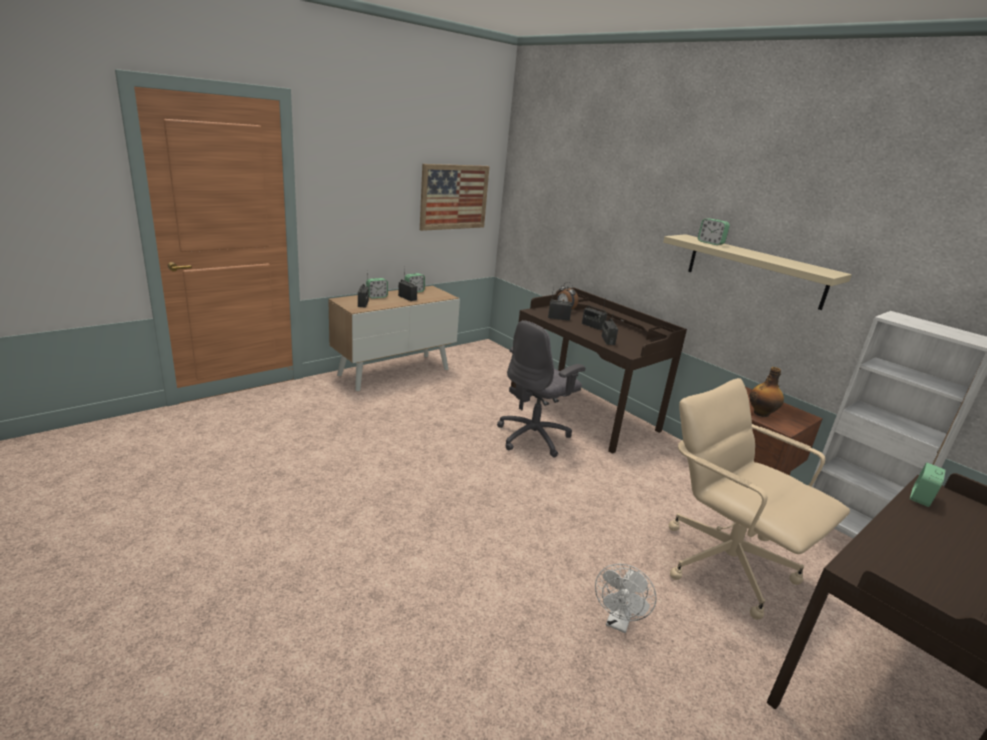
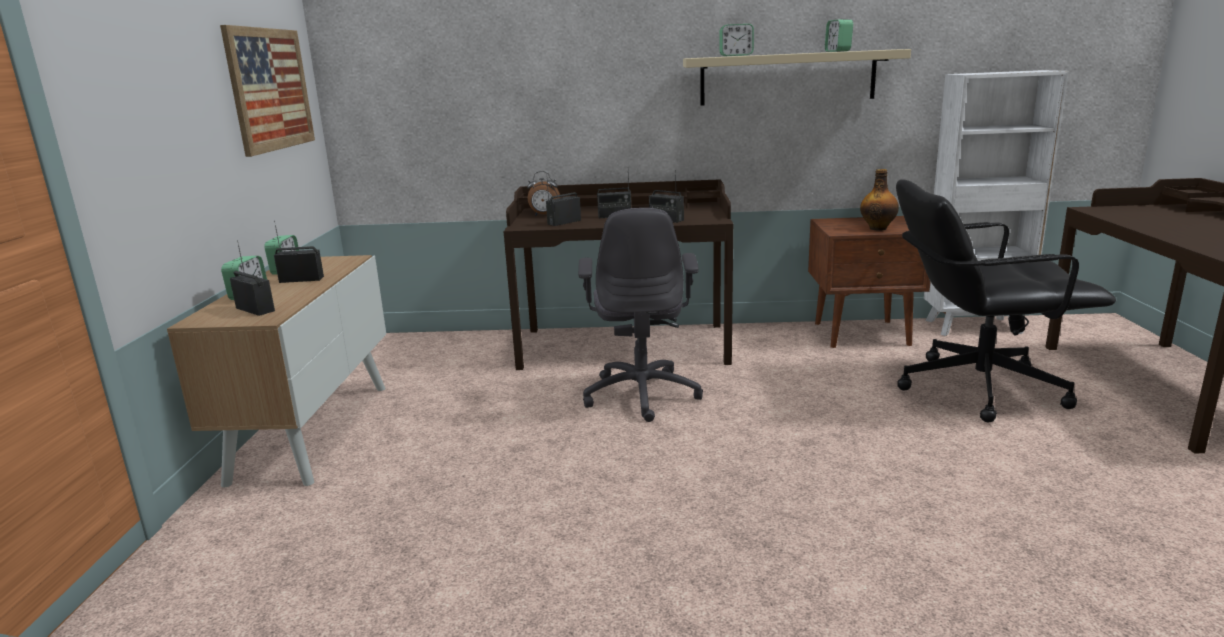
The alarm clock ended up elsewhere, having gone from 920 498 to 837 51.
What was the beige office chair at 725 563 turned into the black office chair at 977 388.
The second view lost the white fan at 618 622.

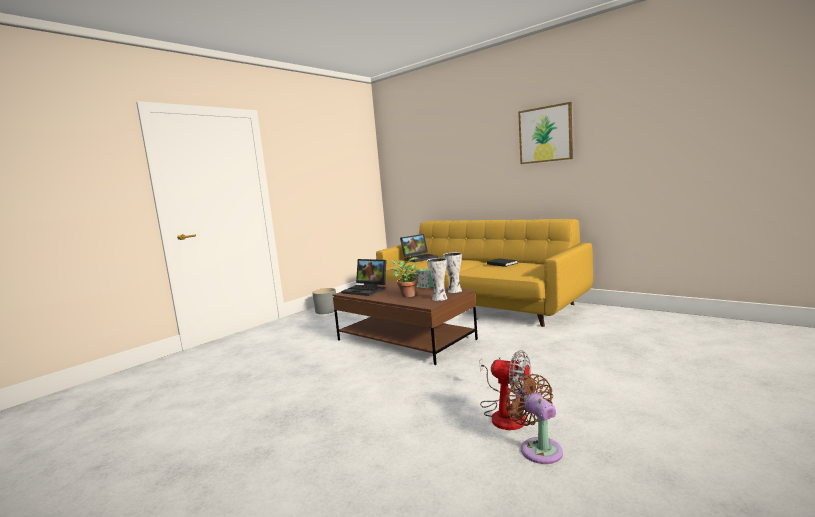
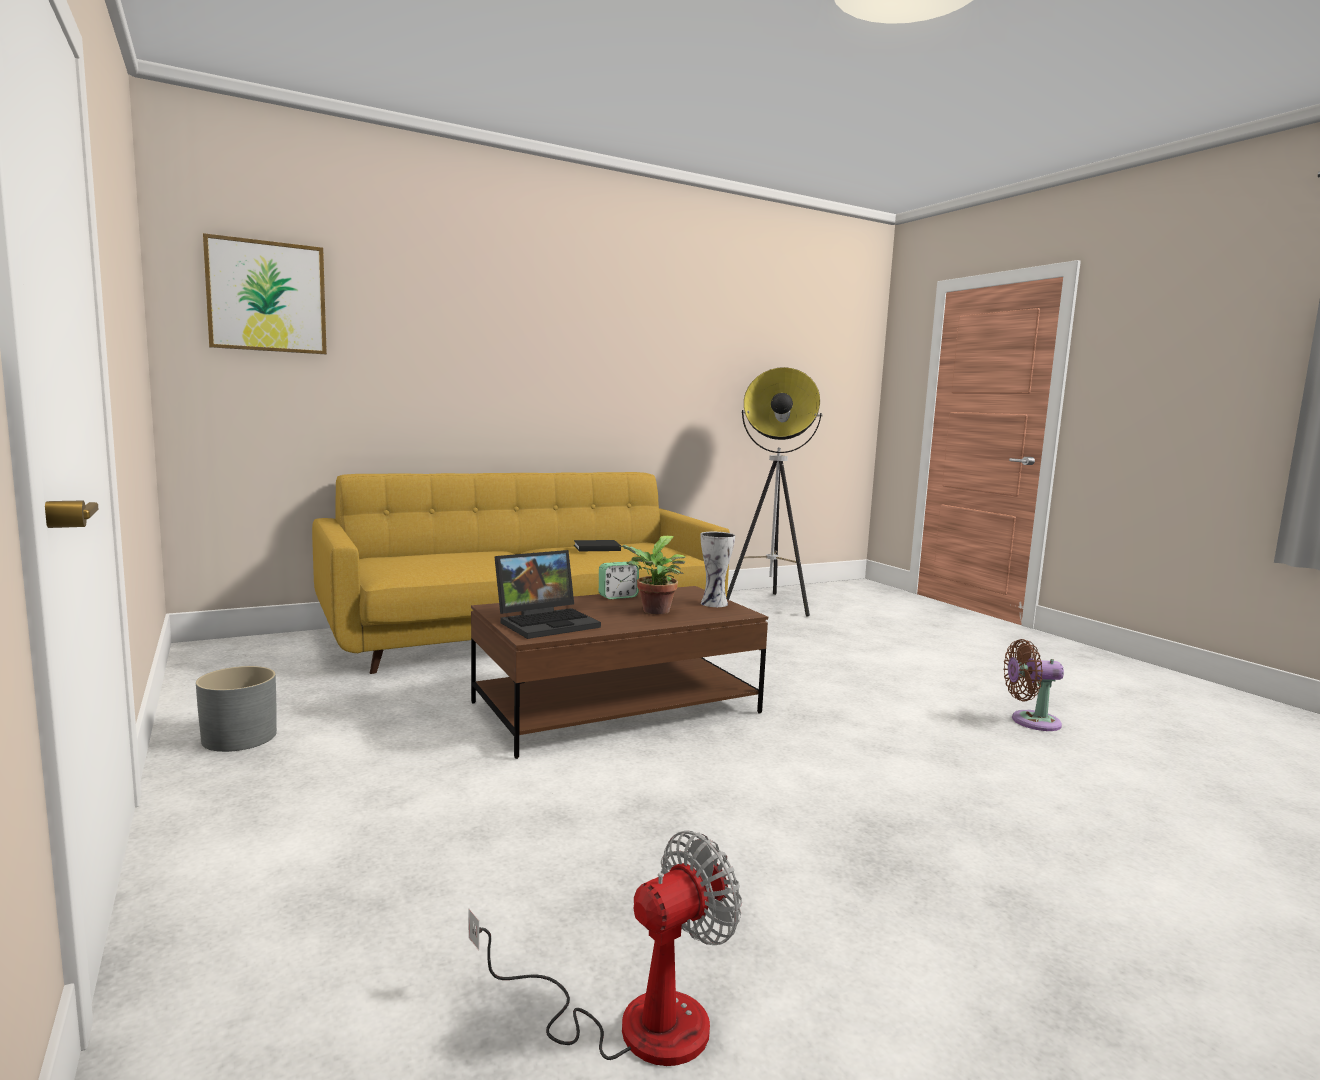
The picture ended up elsewhere, having gone from 545 134 to 267 297.
The fan ended up elsewhere, having gone from 504 414 to 631 1021.
The second view gained the floor lamp at 769 605.
The second view lost the laptop at 420 258.
The second view lost the vase at 455 291.

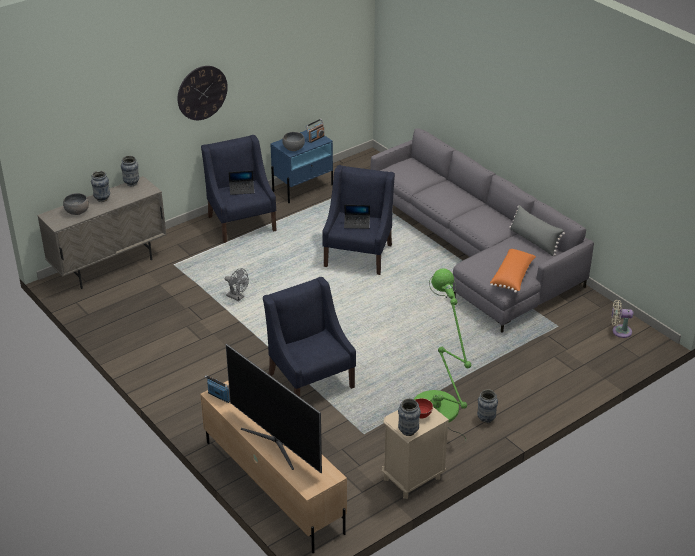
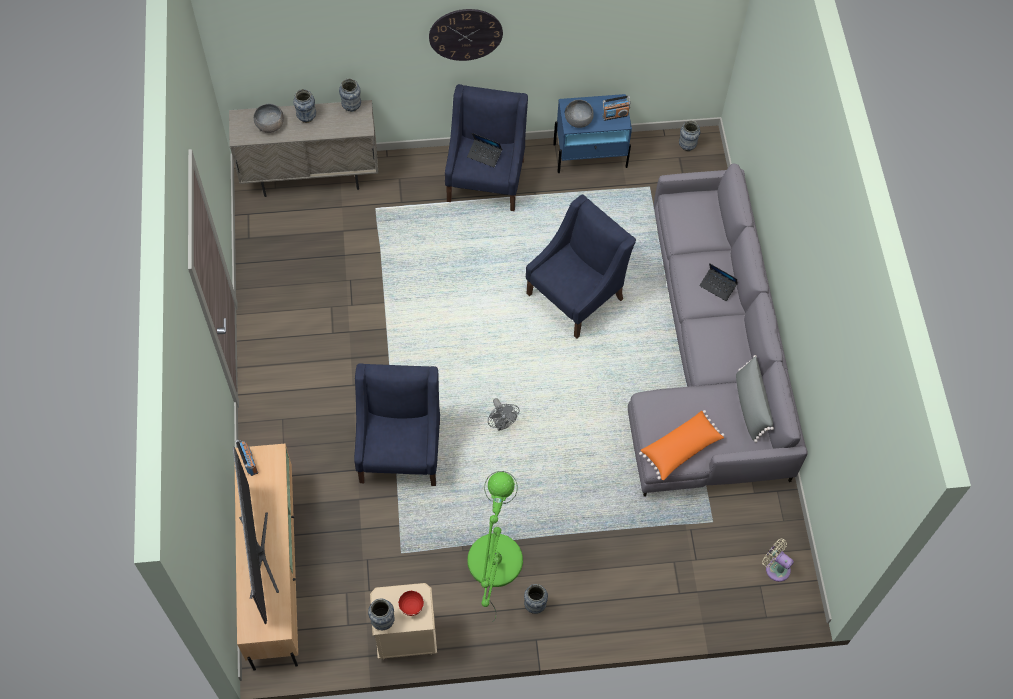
The grey fan ended up elsewhere, having gone from 237 297 to 501 424.
The second view gained the vase at 687 146.
The laptop ended up elsewhere, having gone from 357 224 to 718 286.

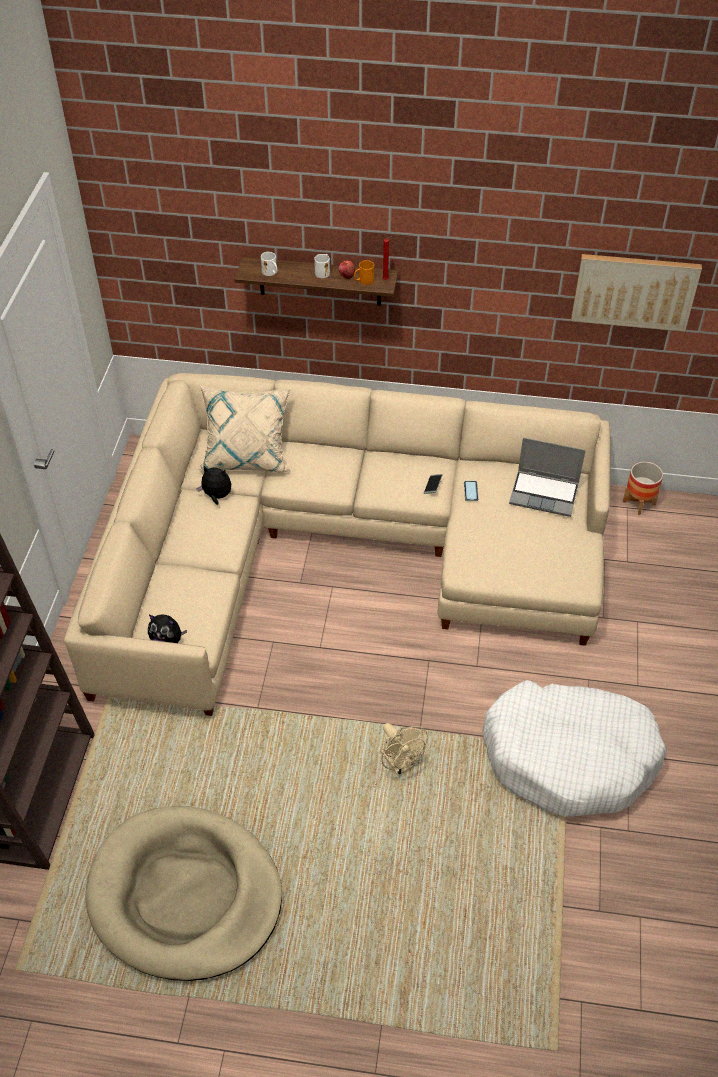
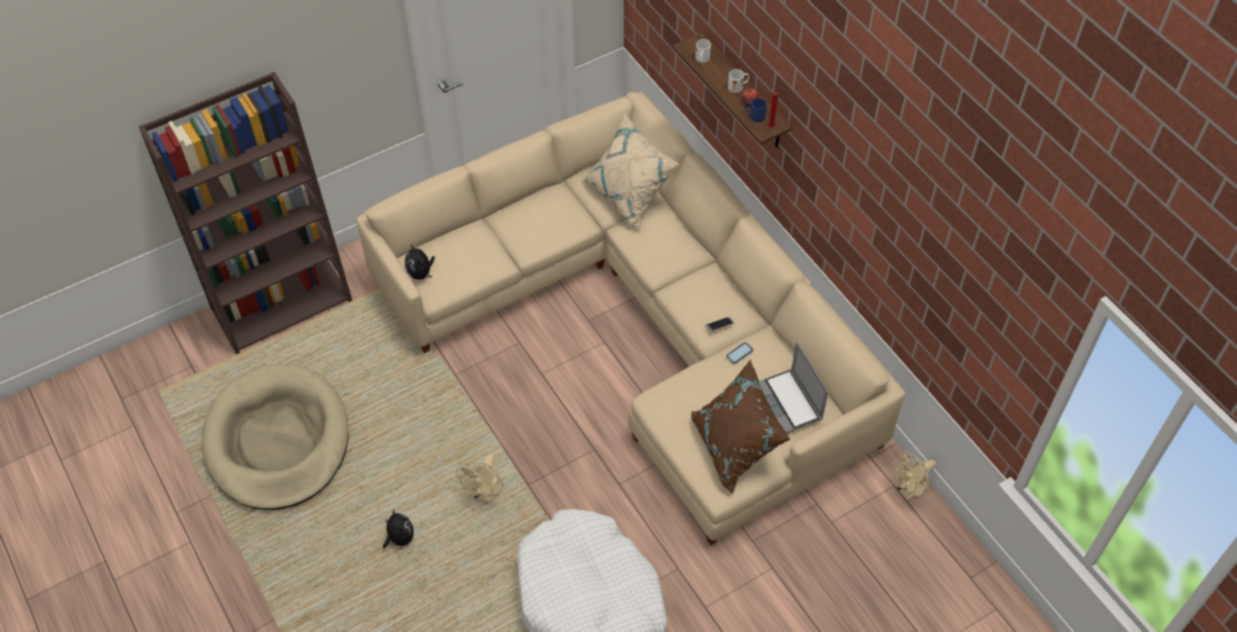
The plush toy ended up elsewhere, having gone from 217 496 to 400 538.
The second view gained the brown pillow at 735 447.
What was the orange mug at 363 281 turned into the blue mug at 754 116.
Where the planter stood at 639 503, the beige fan came to stand at 908 491.
The second view lost the picture at 634 291.

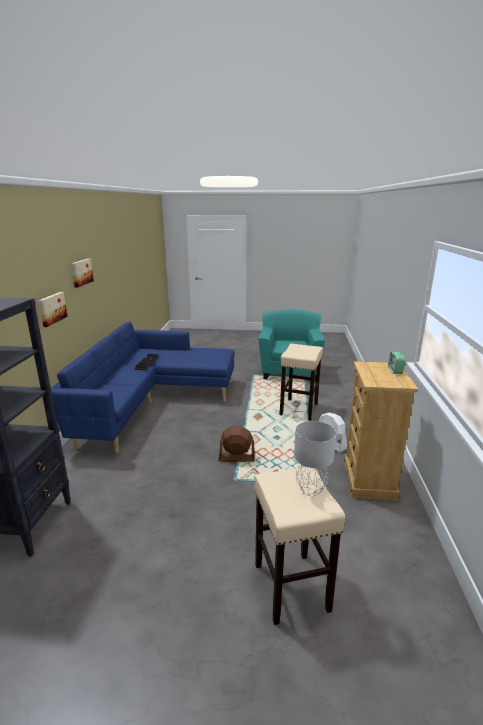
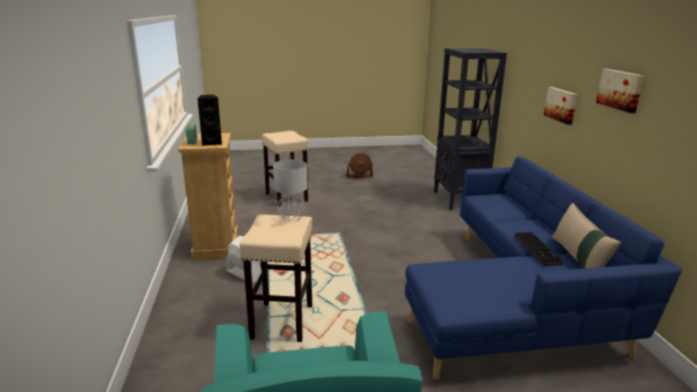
The second view gained the black speaker at 212 143.
The grey table lamp ended up elsewhere, having gone from 311 490 to 291 218.
The brown fan ended up elsewhere, having gone from 236 458 to 359 176.
The second view gained the beige pillow at 578 259.

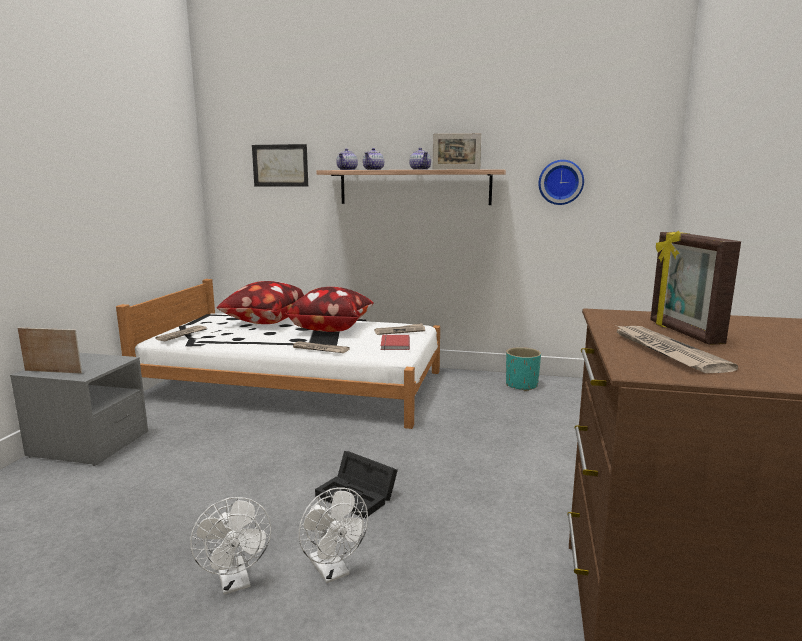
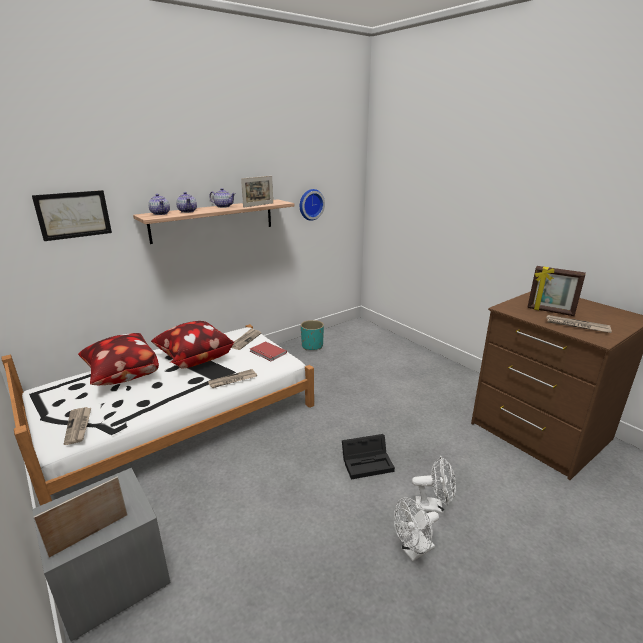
The white fan at 235 582 ended up facing another way, 135 degrees clockwise from before.

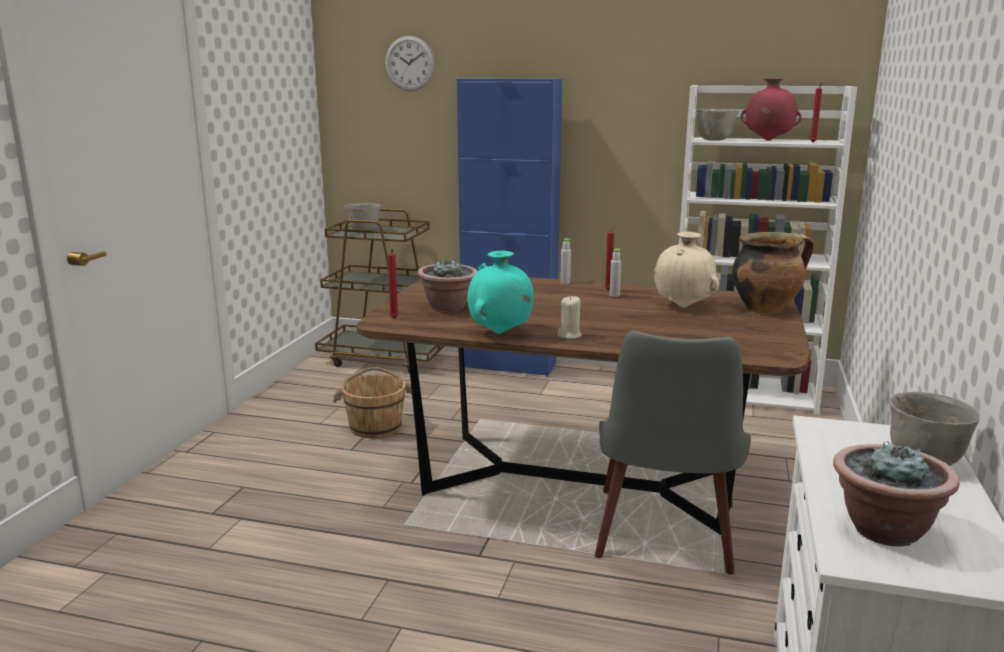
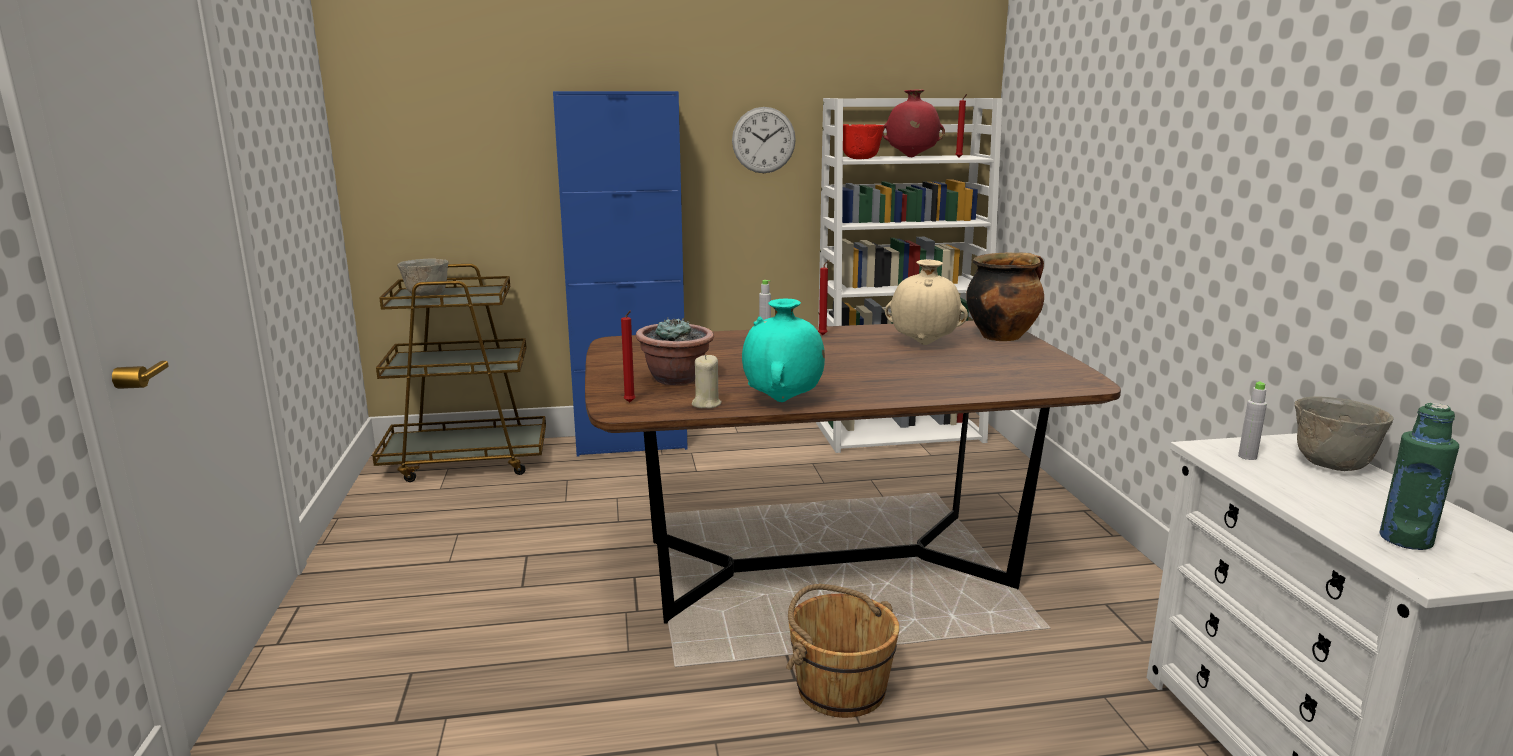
The beige candle ended up elsewhere, having gone from 569 335 to 706 404.
The wall clock ended up elsewhere, having gone from 409 63 to 763 140.
The brown bucket ended up elsewhere, having gone from 376 426 to 840 688.
What was the grey bowl at 714 140 turned into the red bowl at 860 158.
The grey bottle ended up elsewhere, having gone from 614 295 to 1247 457.
Where the potted plant stood at 884 529, the green bottle came to stand at 1405 540.
The second view lost the grey chair at 665 542.

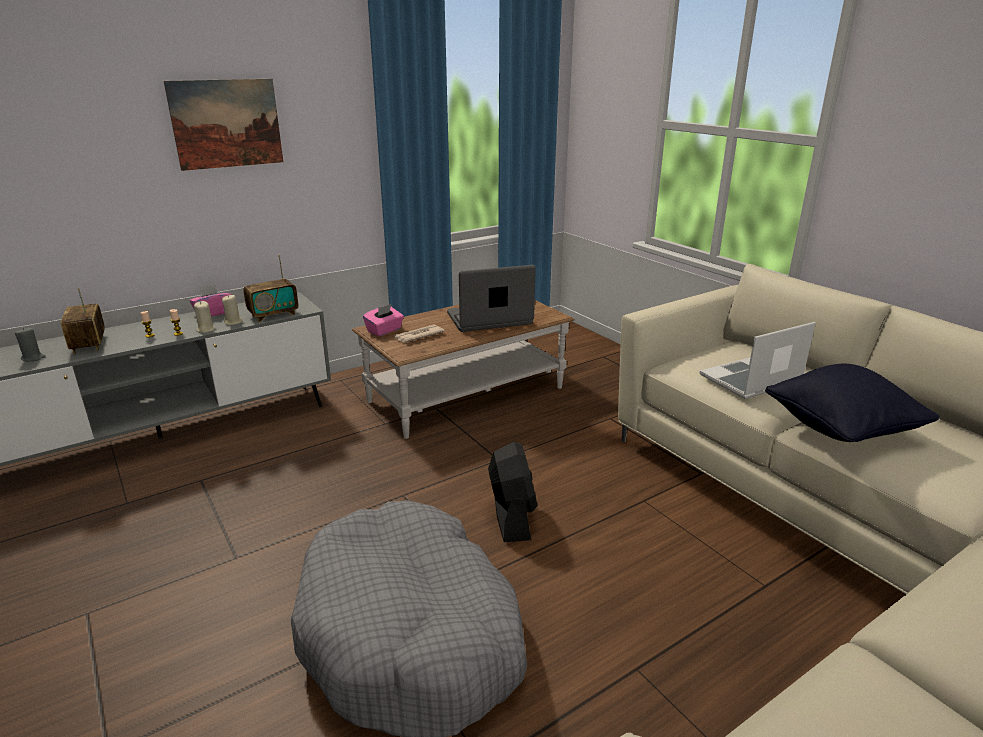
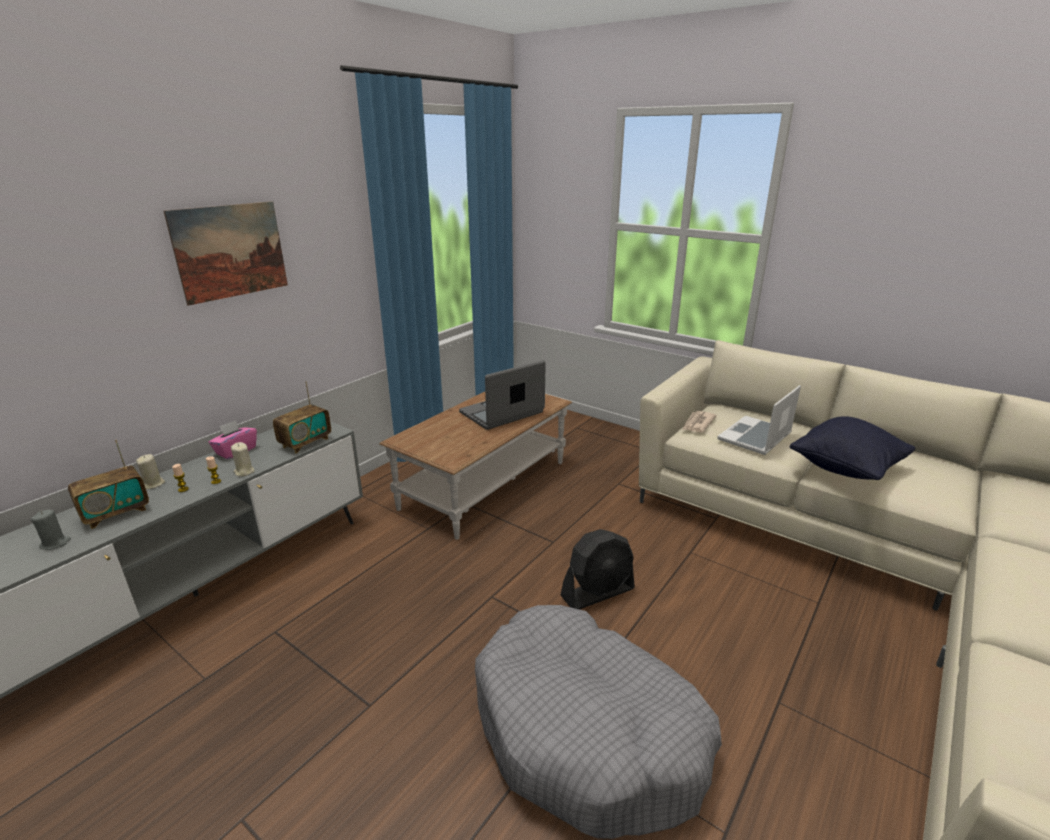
The radio at 89 344 ended up facing another way, 90 degrees counterclockwise from before.
The beige candle ended up elsewhere, having gone from 233 322 to 153 484.
The black fan at 512 516 ended up facing another way, 90 degrees clockwise from before.
The newspaper ended up elsewhere, having gone from 418 336 to 697 423.
The second view lost the pink tissue box at 384 331.

